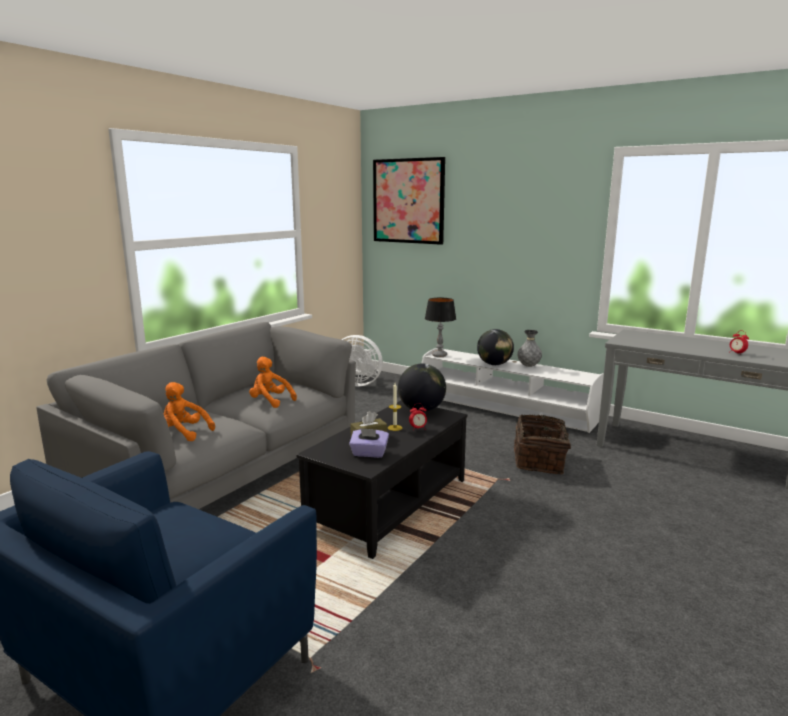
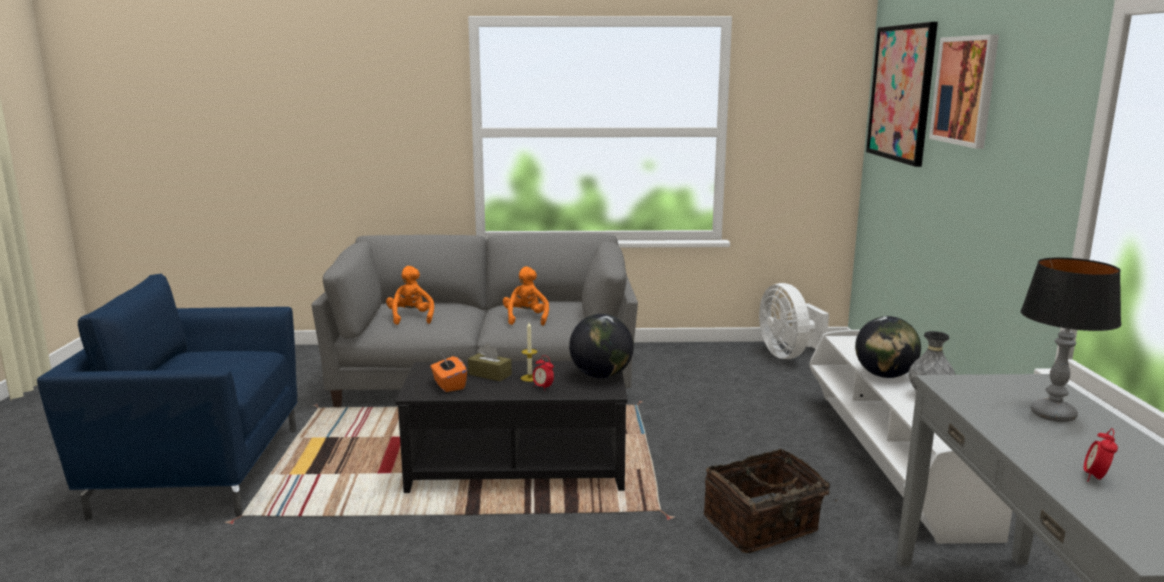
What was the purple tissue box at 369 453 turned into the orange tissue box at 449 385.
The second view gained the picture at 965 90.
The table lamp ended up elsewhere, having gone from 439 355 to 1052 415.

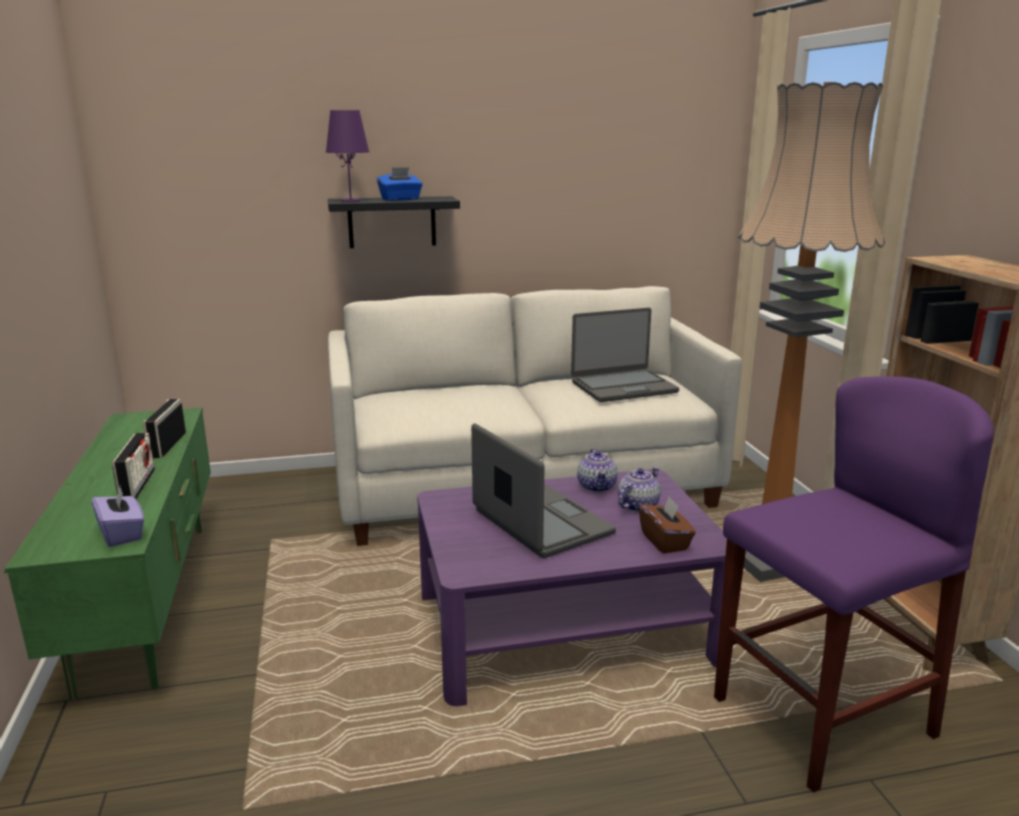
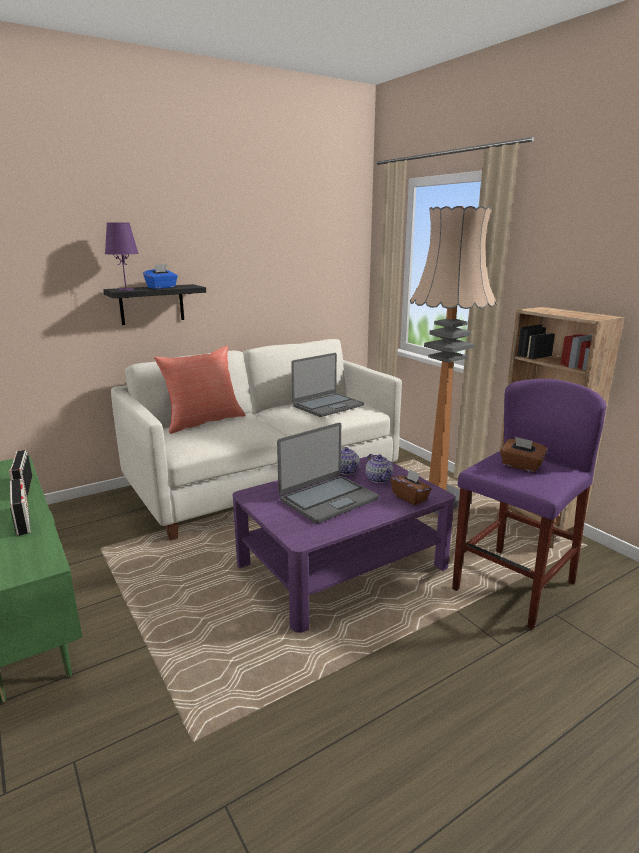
The second view gained the red pillow at 203 421.
The laptop at 540 523 ended up facing another way, 105 degrees clockwise from before.
The teapot at 637 506 ended up facing another way, 135 degrees clockwise from before.
The second view gained the brown tissue box at 521 466.
The second view lost the purple tissue box at 122 534.

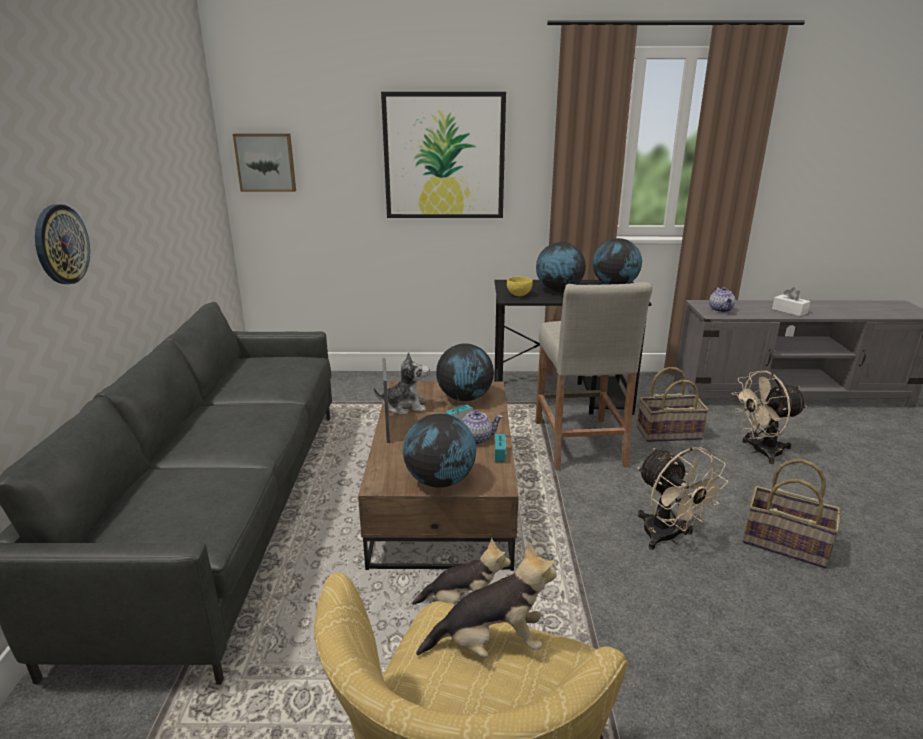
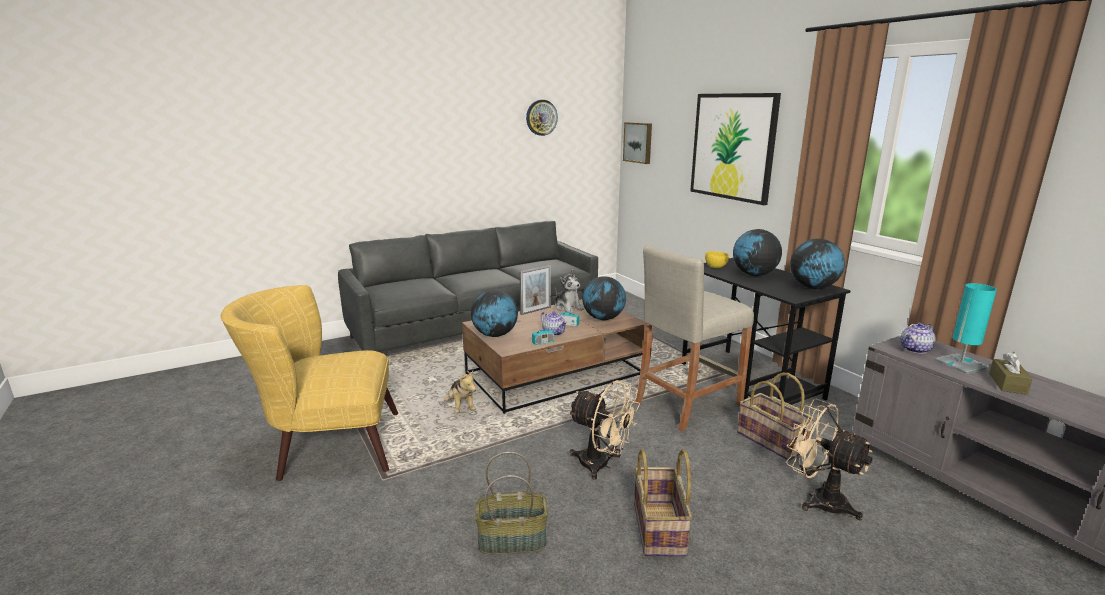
The second view gained the basket at 513 539.
The wall clock ended up elsewhere, having gone from 61 244 to 541 117.
The beige fan at 667 537 ended up facing another way, 90 degrees counterclockwise from before.
The second view gained the turquoise table lamp at 961 364.
What was the white tissue box at 789 311 turned into the brown tissue box at 1007 384.
The second view lost the plush toy at 490 644.

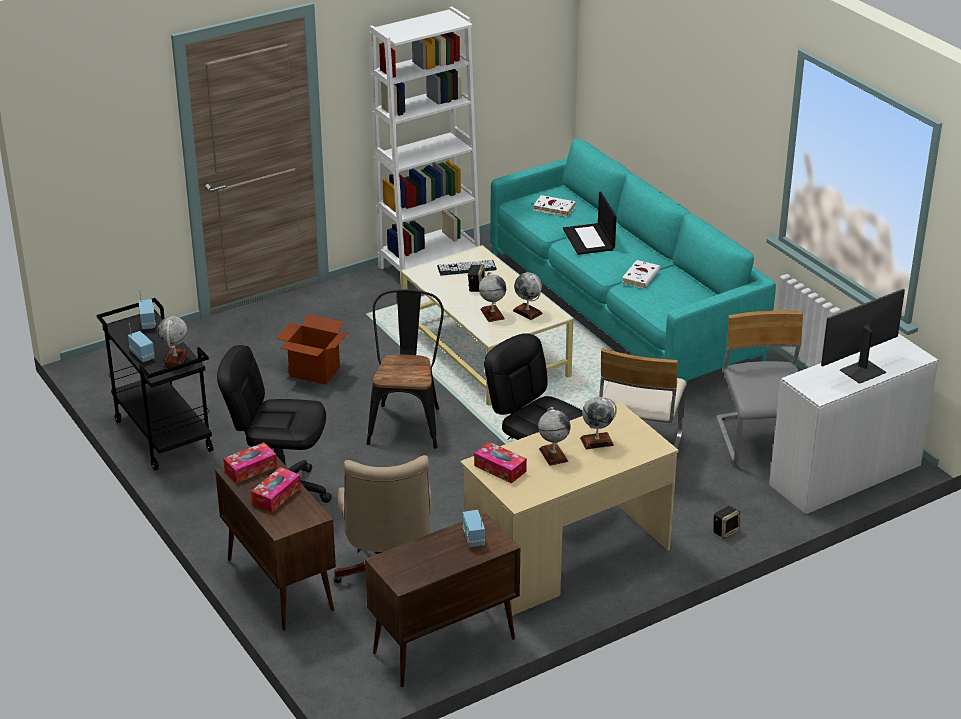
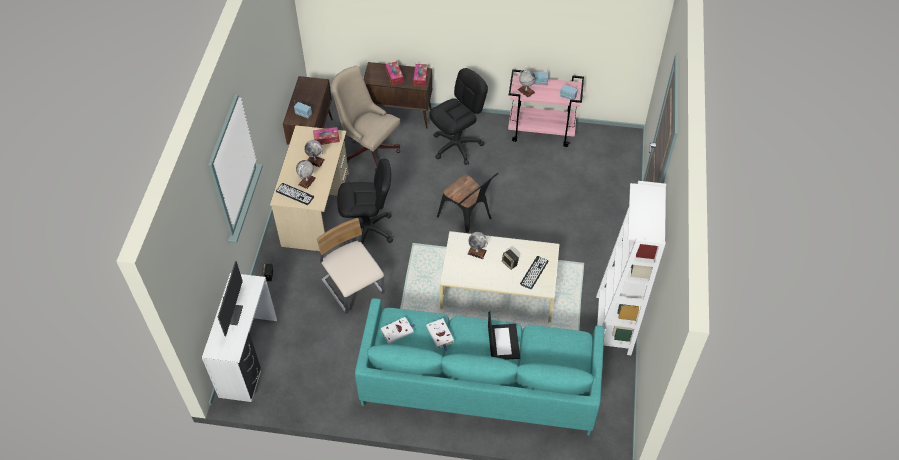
The second view gained the keyboard at 295 194.
The white book ended up elsewhere, having gone from 553 208 to 398 331.
The laptop at 589 239 ended up facing another way, 60 degrees clockwise from before.
What was the black cart at 162 436 turned into the pink cart at 542 131.
The second view lost the cardboard box at 314 372.
The second view lost the globe at 527 312.
The second view lost the grey chair at 761 440.

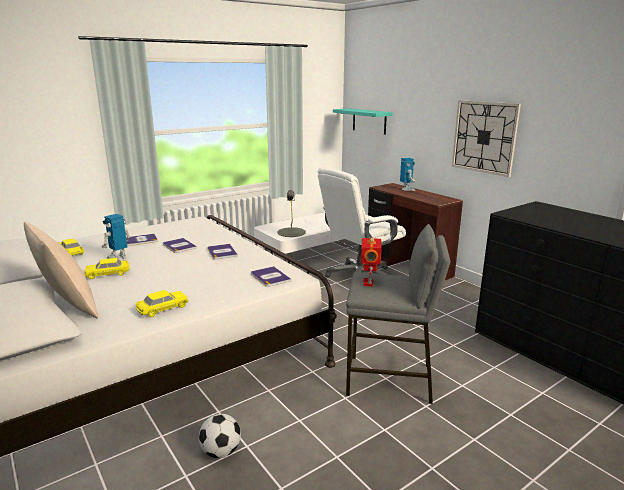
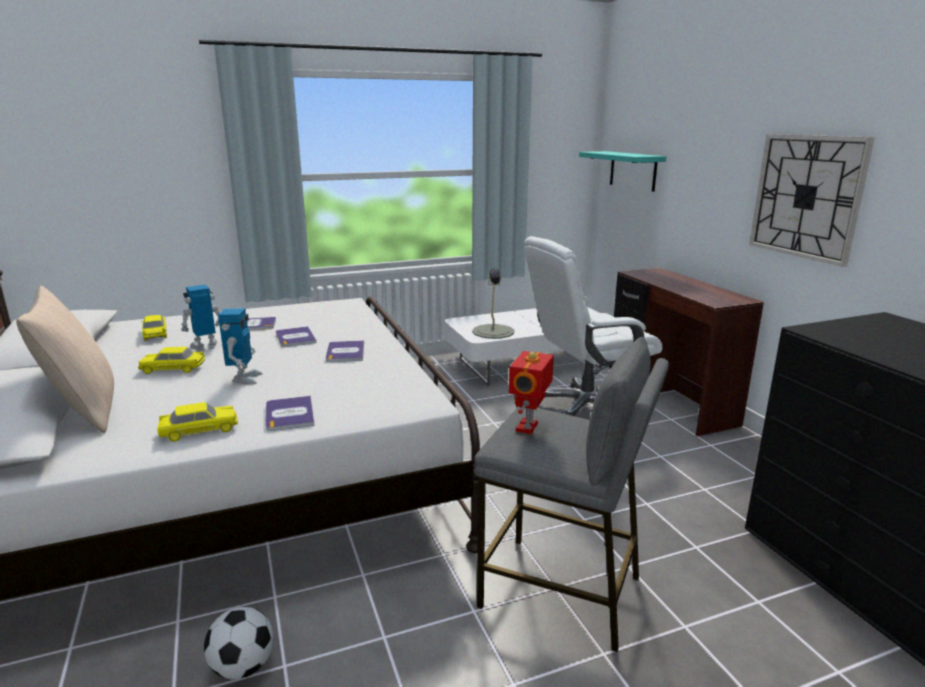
The toy robot ended up elsewhere, having gone from 406 189 to 244 379.
The book ended up elsewhere, having gone from 270 277 to 289 414.

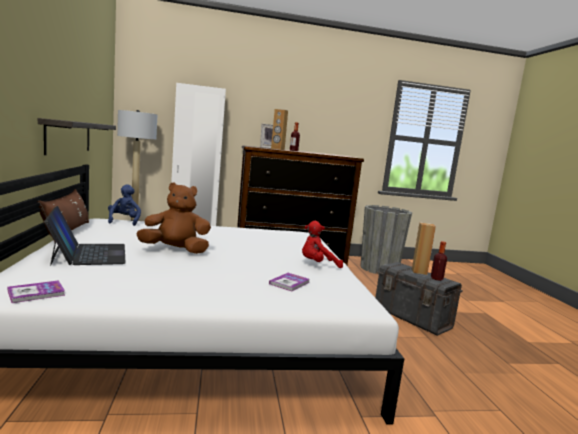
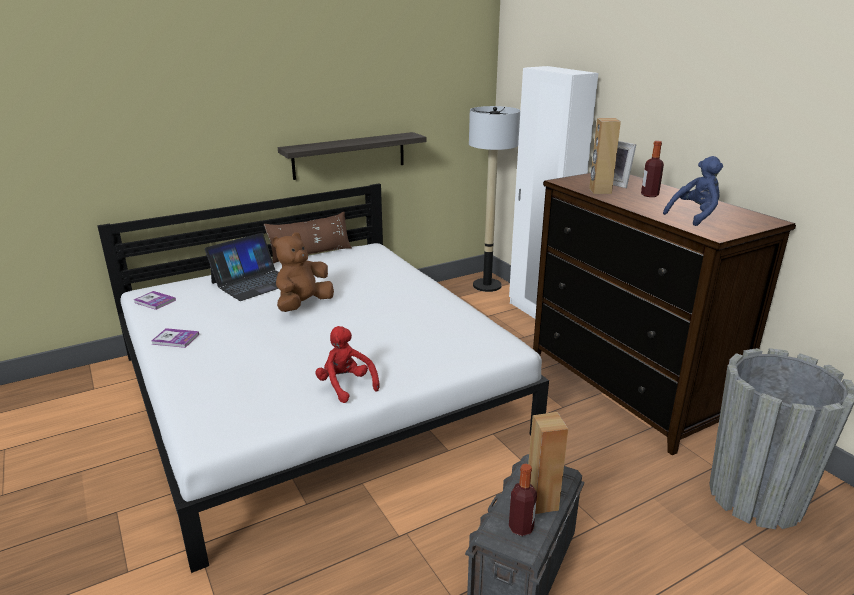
The book ended up elsewhere, having gone from 289 283 to 175 339.
The brown plush toy at 176 250 ended up facing another way, 120 degrees counterclockwise from before.
The blue plush toy ended up elsewhere, having gone from 124 221 to 694 216.

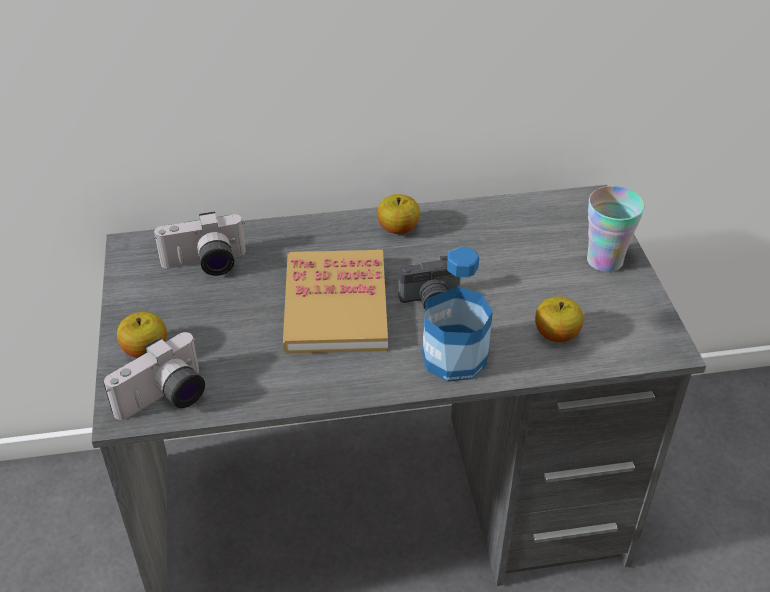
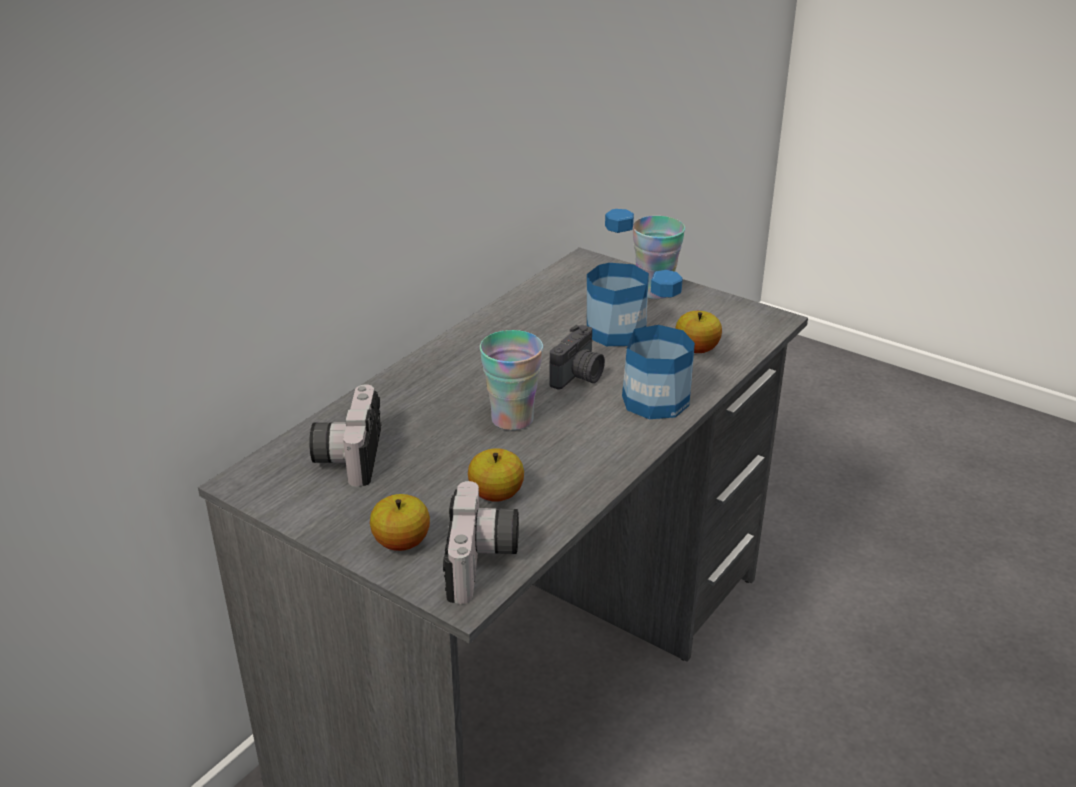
The photo camera at 205 265 ended up facing another way, 150 degrees clockwise from before.
The apple ended up elsewhere, having gone from 398 229 to 496 495.
Where the book stood at 335 305, the cup came to stand at 512 419.
The second view gained the bottle at 615 331.

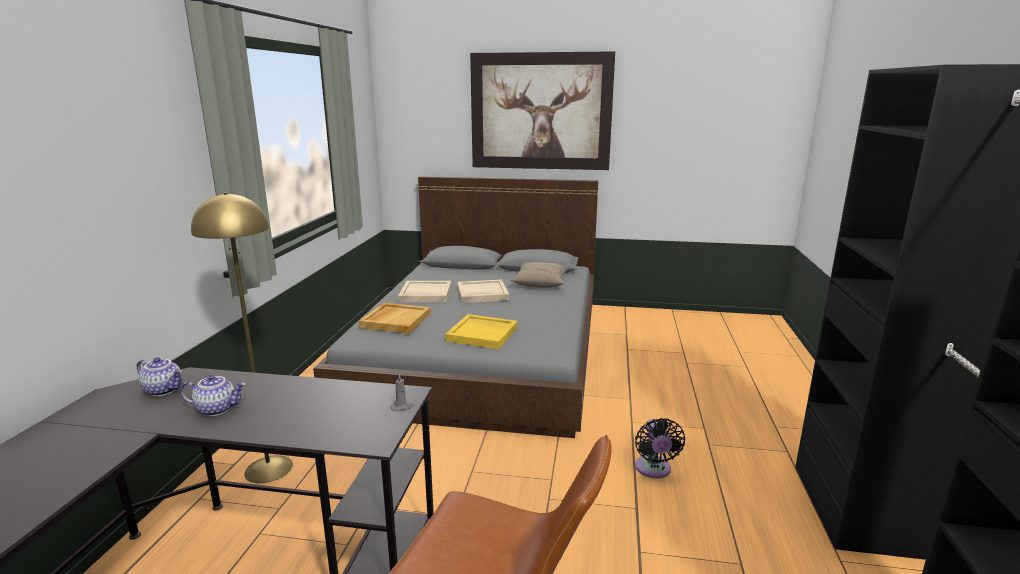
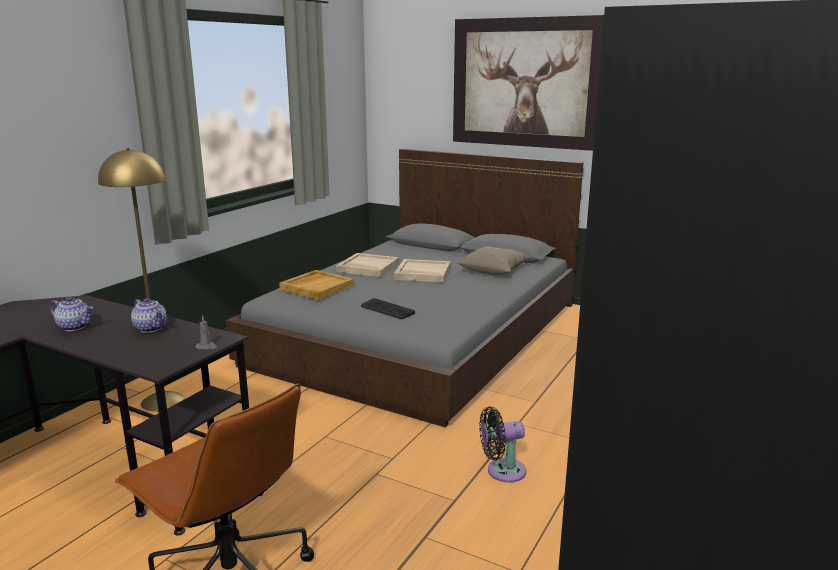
The teapot ended up elsewhere, having gone from 164 390 to 151 328.
Where the yellow tray stood at 483 334, the keyboard came to stand at 387 309.
The black fan at 653 470 ended up facing another way, 60 degrees clockwise from before.

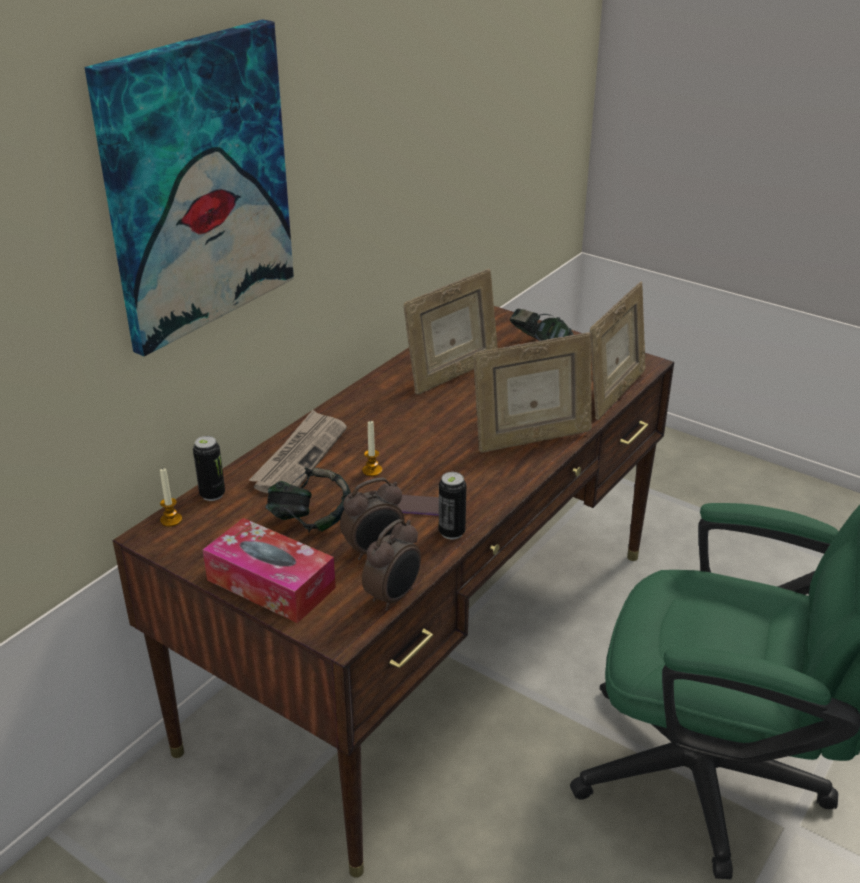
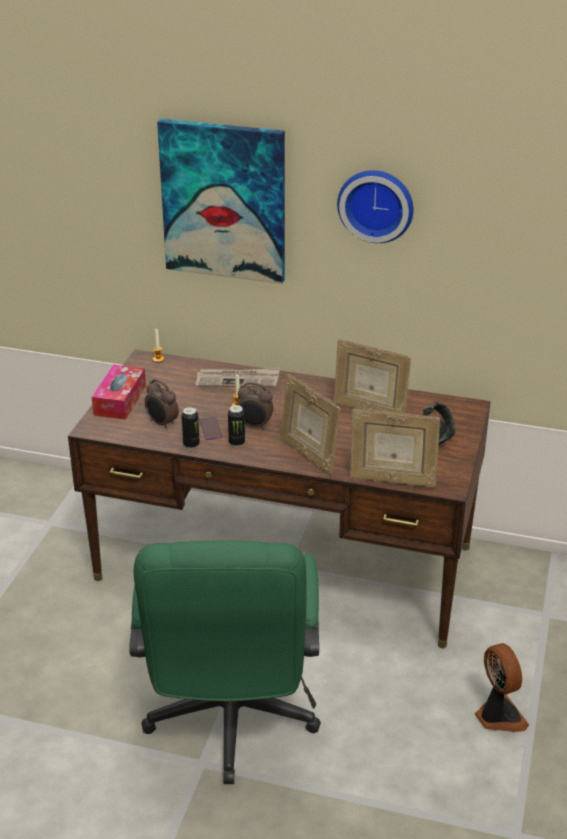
The can ended up elsewhere, having gone from 212 494 to 236 442.
The alarm clock ended up elsewhere, having gone from 394 597 to 254 426.
The second view gained the wall clock at 376 204.
The second view gained the fan at 498 716.
The second view lost the headphones at 310 521.

